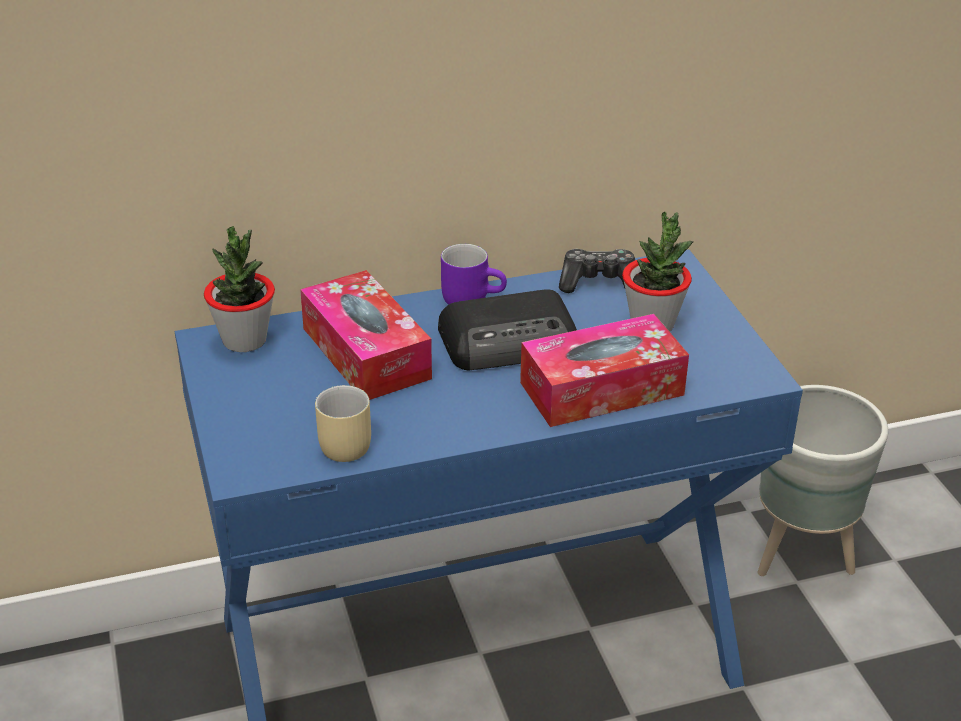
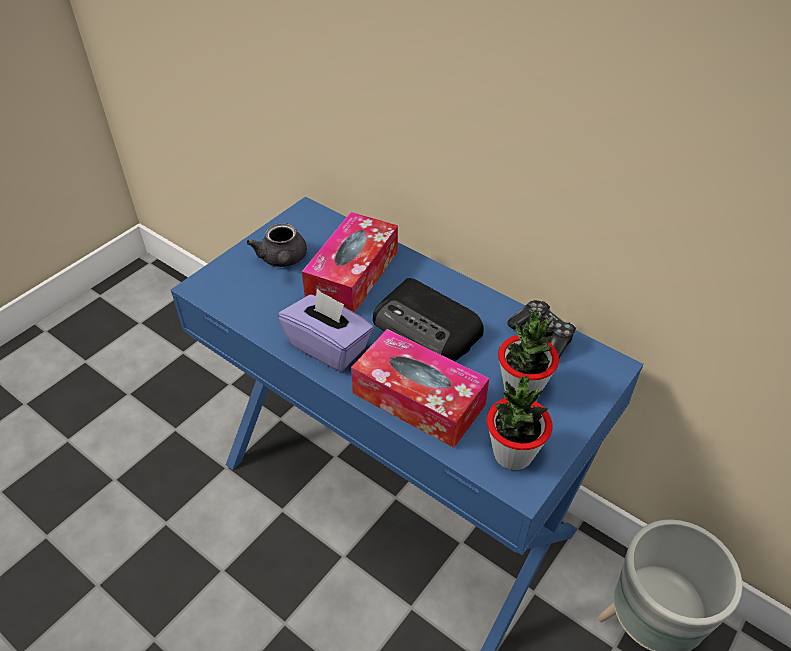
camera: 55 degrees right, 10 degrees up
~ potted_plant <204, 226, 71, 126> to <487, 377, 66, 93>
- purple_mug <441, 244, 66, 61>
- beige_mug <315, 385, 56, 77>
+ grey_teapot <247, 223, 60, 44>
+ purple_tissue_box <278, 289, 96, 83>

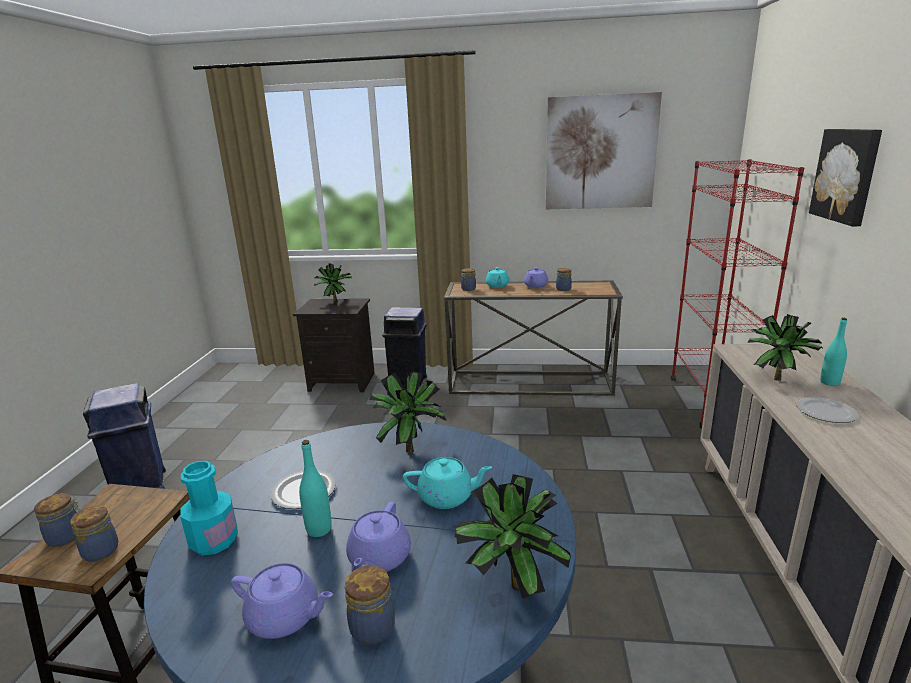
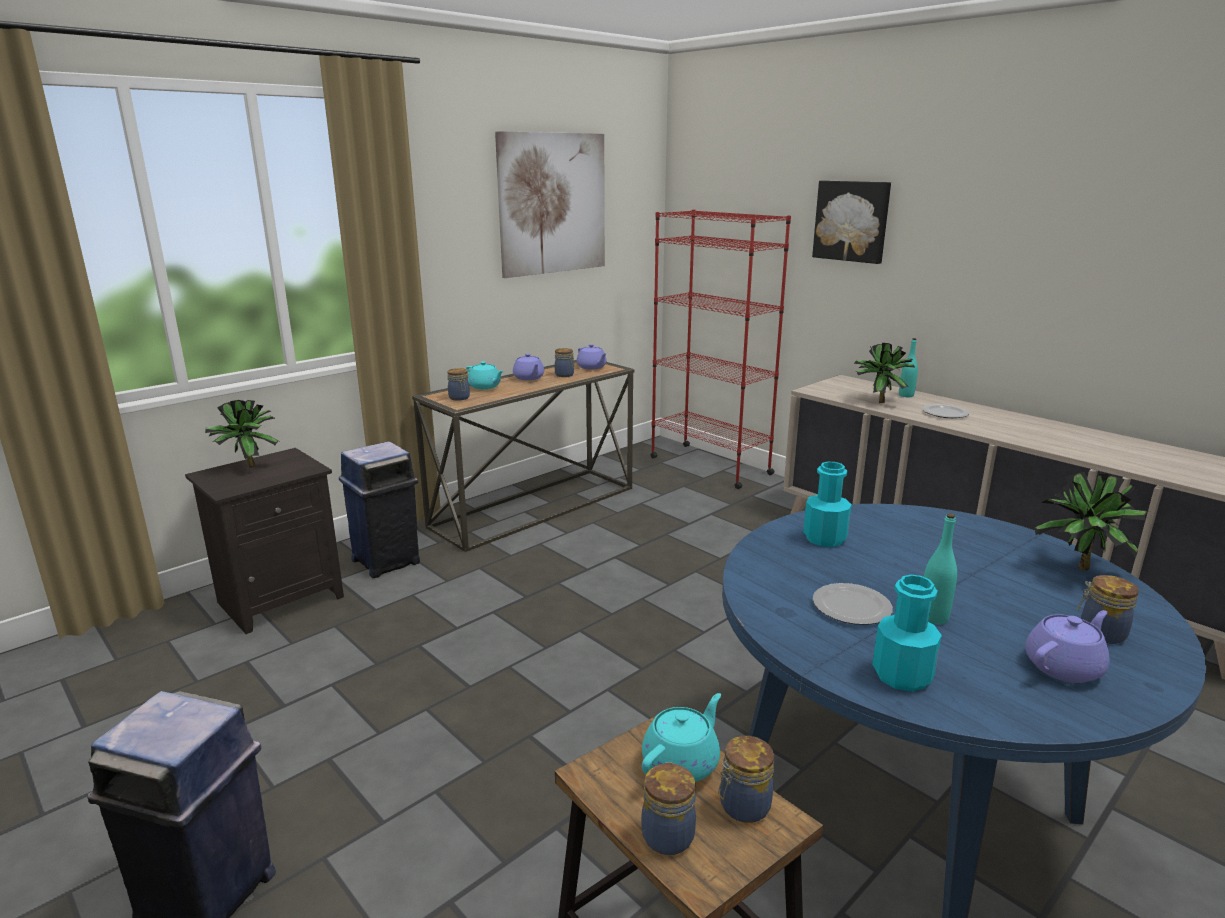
camera: 50 degrees left, 0 degrees up
~ potted_plant <369, 372, 77, 81> to turquoise_bottle <803, 462, 49, 85>
~ turquoise_teapot <403, 457, 89, 52> to <642, 693, 79, 89>
~ purple_teapot <346, 502, 65, 70> to <577, 344, 30, 26>

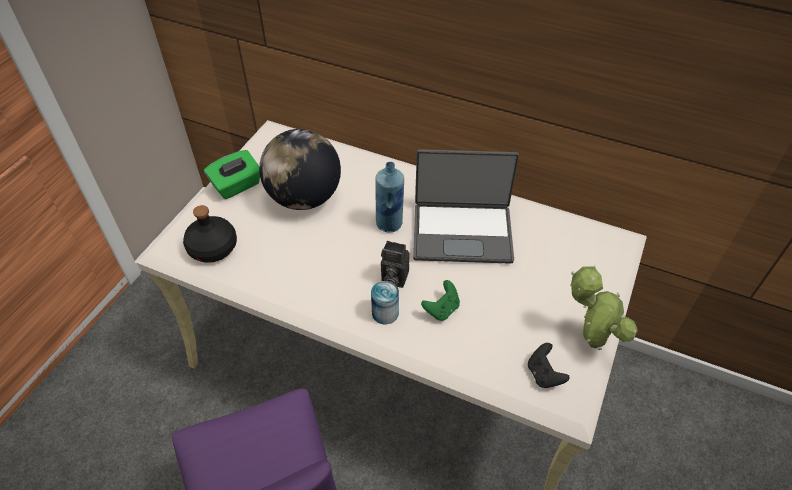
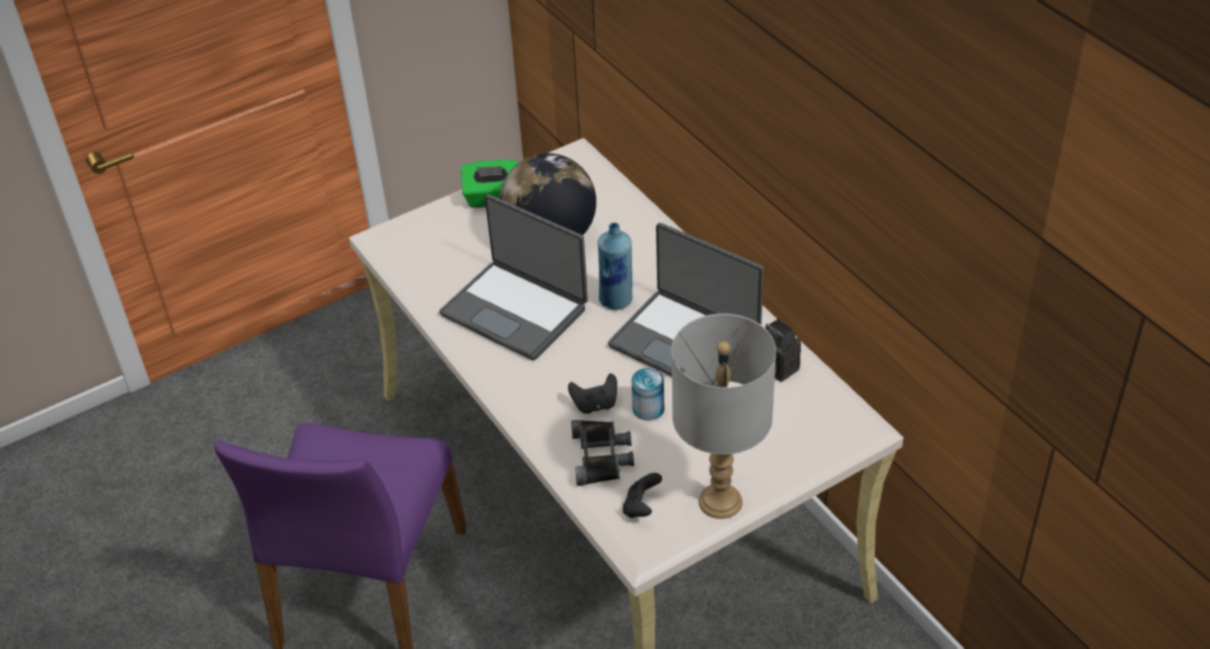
camera: 35 degrees right, 5 degrees down
- black_bottle <183, 205, 54, 58>
~ photo_camera <381, 241, 28, 47> to <765, 318, 36, 64>
~ potted_plant <570, 265, 67, 85> to grey_table_lamp <672, 314, 104, 205>
~ green_game_controller <421, 280, 39, 41> to black_game_controller <568, 373, 49, 41>
~ can <371, 281, 28, 43> to <632, 368, 32, 53>
+ laptop <439, 194, 149, 167>
+ black_binoculars <571, 420, 63, 66>

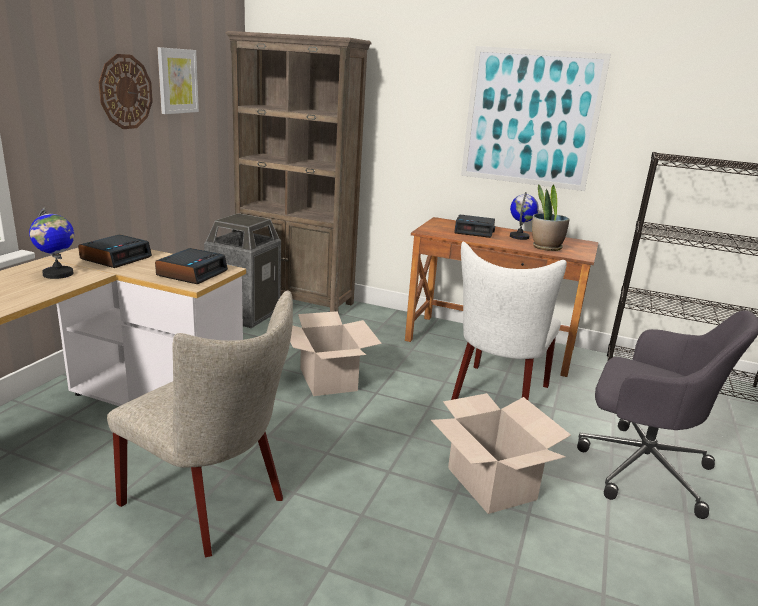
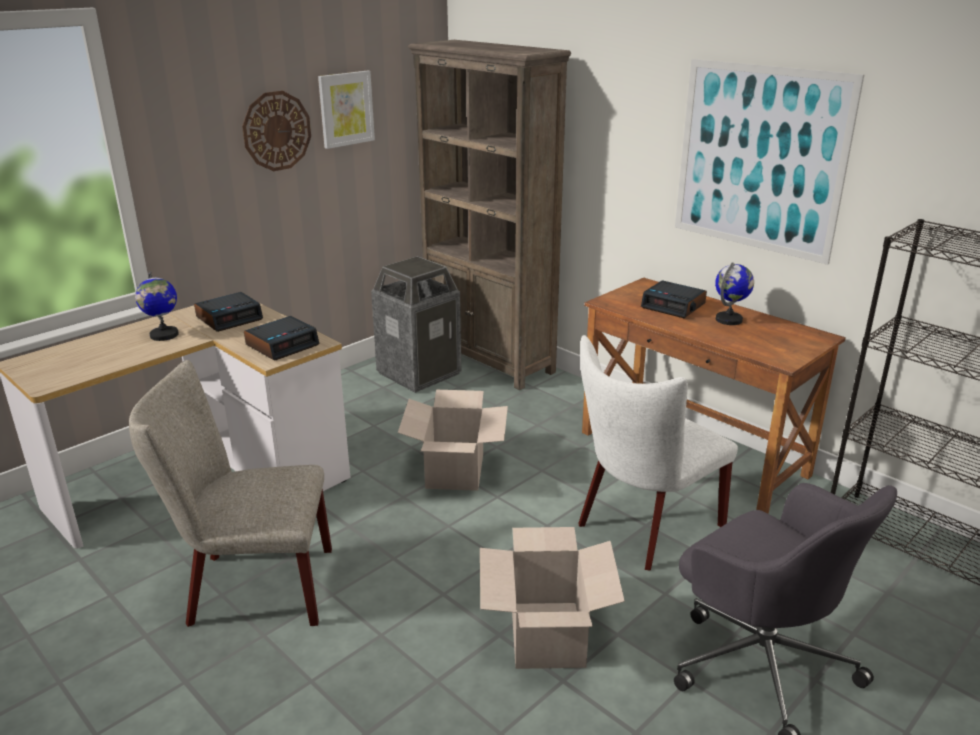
camera: 25 degrees right, 5 degrees up
- potted_plant <532, 184, 38, 67>
~ beige_chair <107, 290, 186, 267> = <129, 360, 203, 267> 120 degrees clockwise

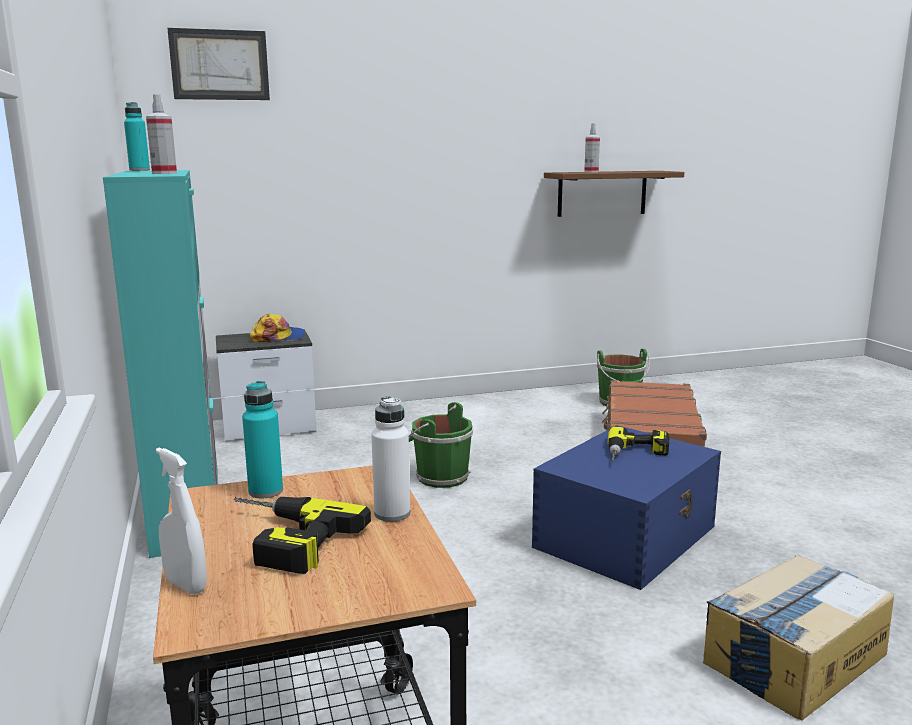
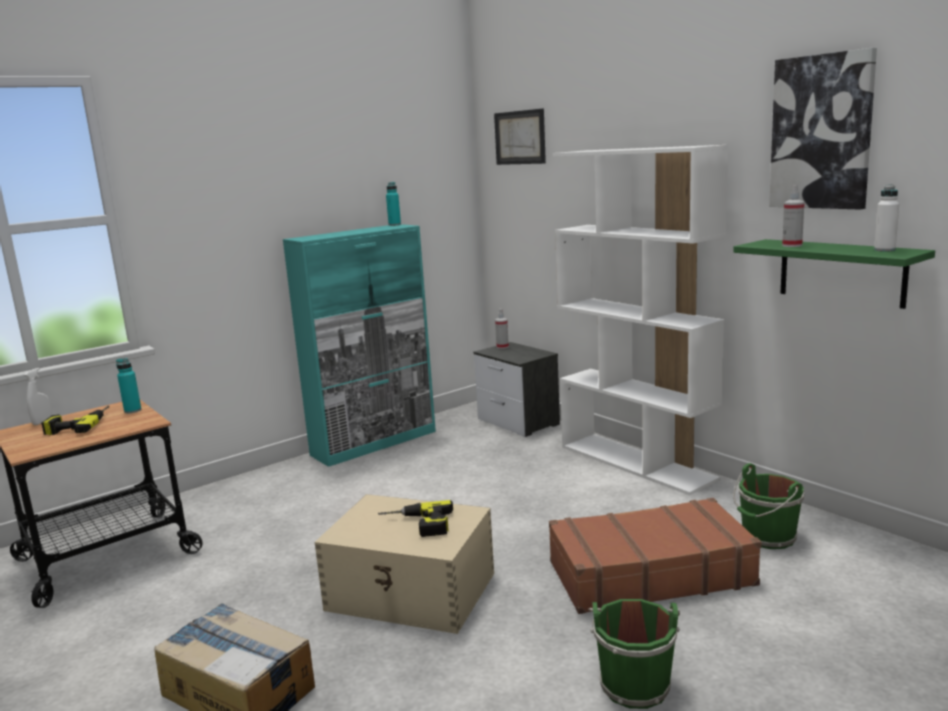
camera: 70 degrees right, 0 degrees up
~ spray_bottle <146, 94, 31, 80> to <495, 309, 14, 40>
~ brown_shelf <544, 171, 140, 46> to green_shelf <733, 239, 202, 70>
- cap <250, 314, 56, 28>
~ white_bottle <371, 396, 39, 126> to <874, 185, 25, 66>
~ green_bucket <409, 402, 64, 86> to <588, 599, 92, 110>
~ blue_storage_box <532, 425, 189, 165> to beige_storage_box <314, 494, 180, 140>
+ picture <769, 48, 108, 162>
+ white_bookcase <553, 145, 176, 350>

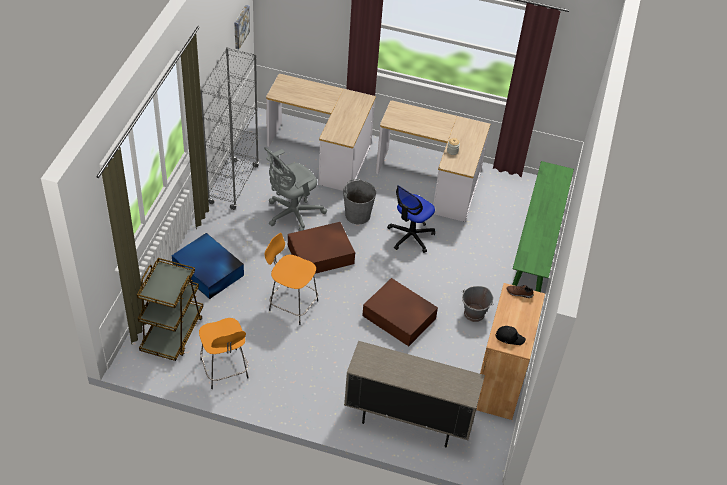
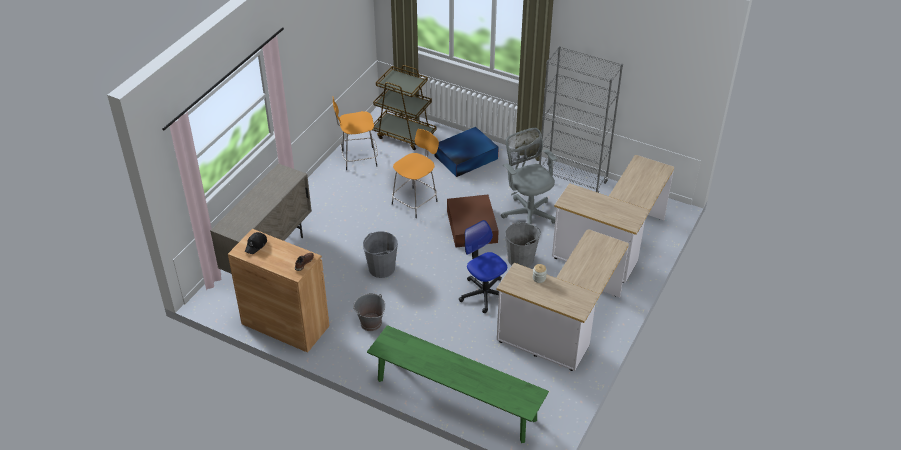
camera: 105 degrees right, 5 degrees down
- picture <234, 5, 16, 44>
~ brown_storage_box <362, 278, 76, 68> to grey_bucket <363, 231, 35, 47>

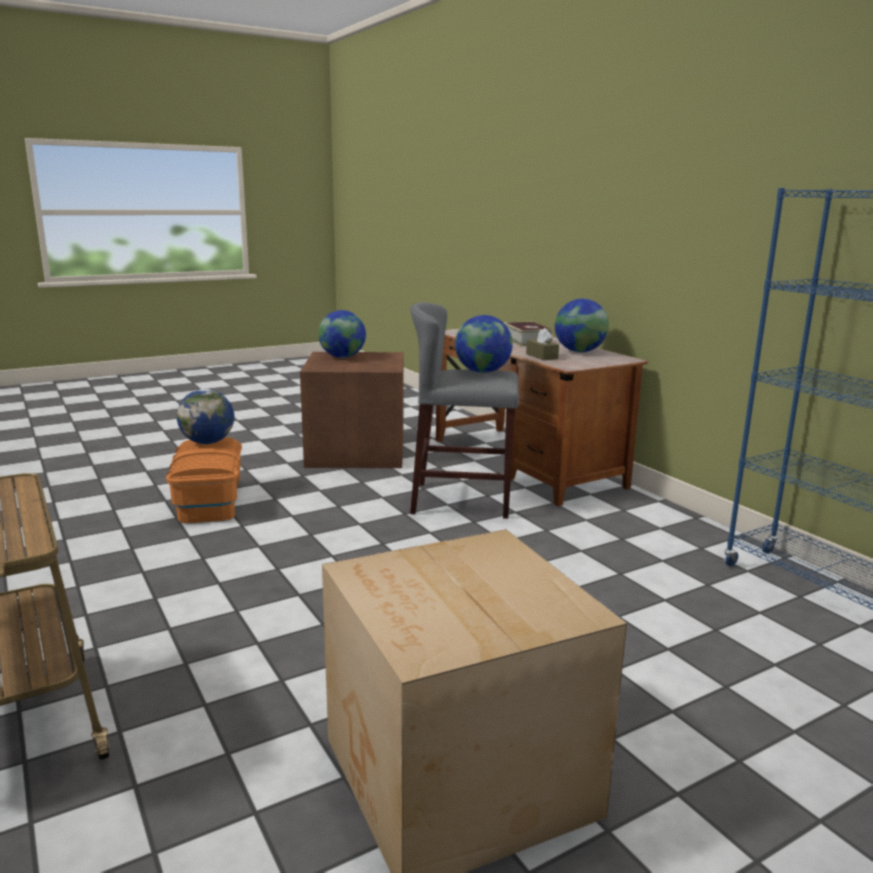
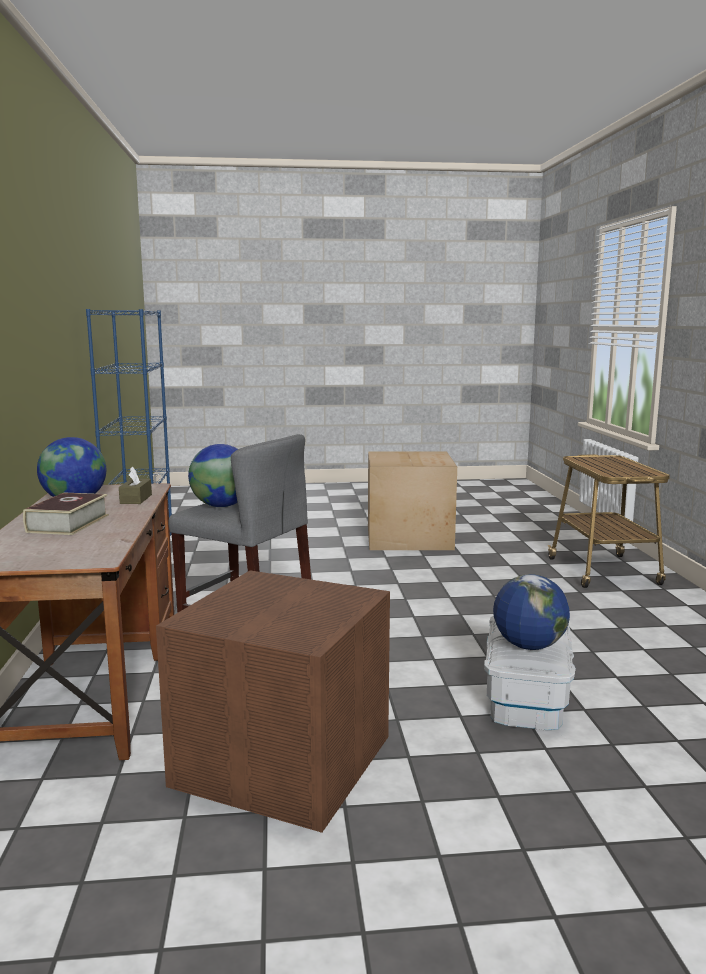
camera: 155 degrees left, 5 degrees down
- globe <318, 310, 48, 48>
~ orange_storage_box <166, 437, 76, 86> to white_storage_box <484, 616, 92, 114>

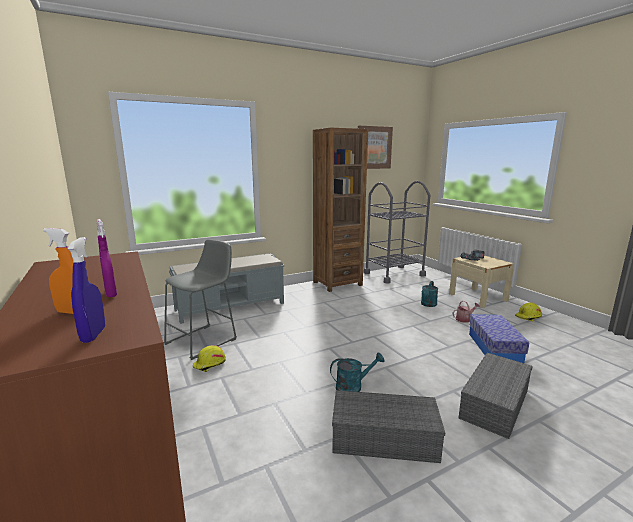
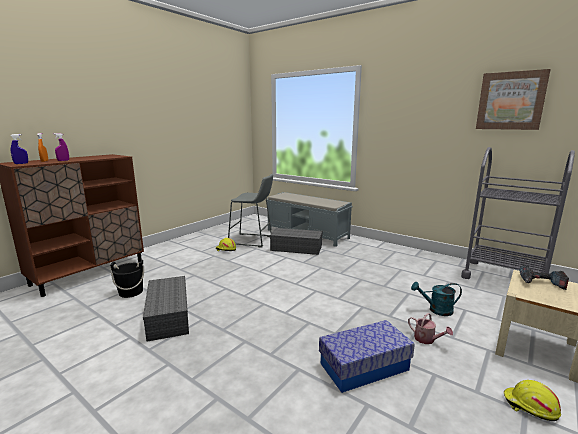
camera: 65 degrees right, 0 degrees up
- brown_bookcase <313, 128, 55, 164>
- turquoise_watering_can <330, 352, 55, 40>
~ grey_storage_box <459, 353, 74, 86> to <270, 228, 53, 27>
+ black_bucket <110, 260, 34, 38>

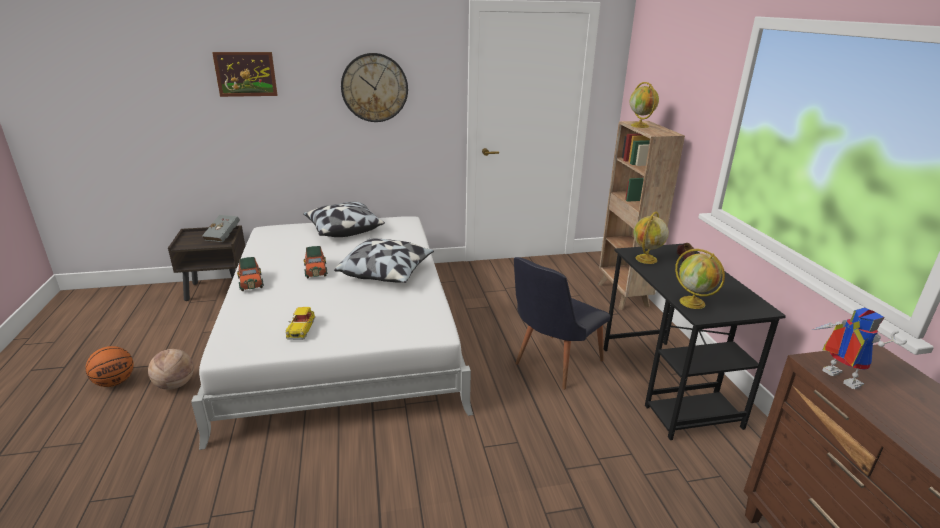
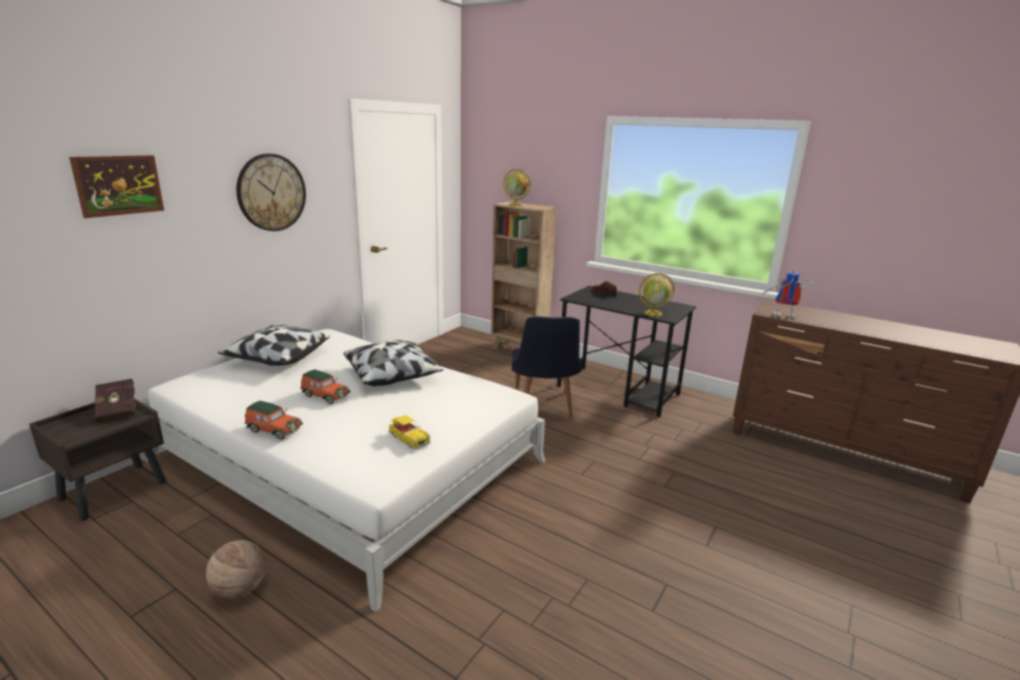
camera: 45 degrees left, 5 degrees down
- globe <633, 211, 36, 53>
~ grey_book <202, 215, 38, 27> to red_book <95, 379, 41, 44>
- basketball <86, 346, 48, 41>

